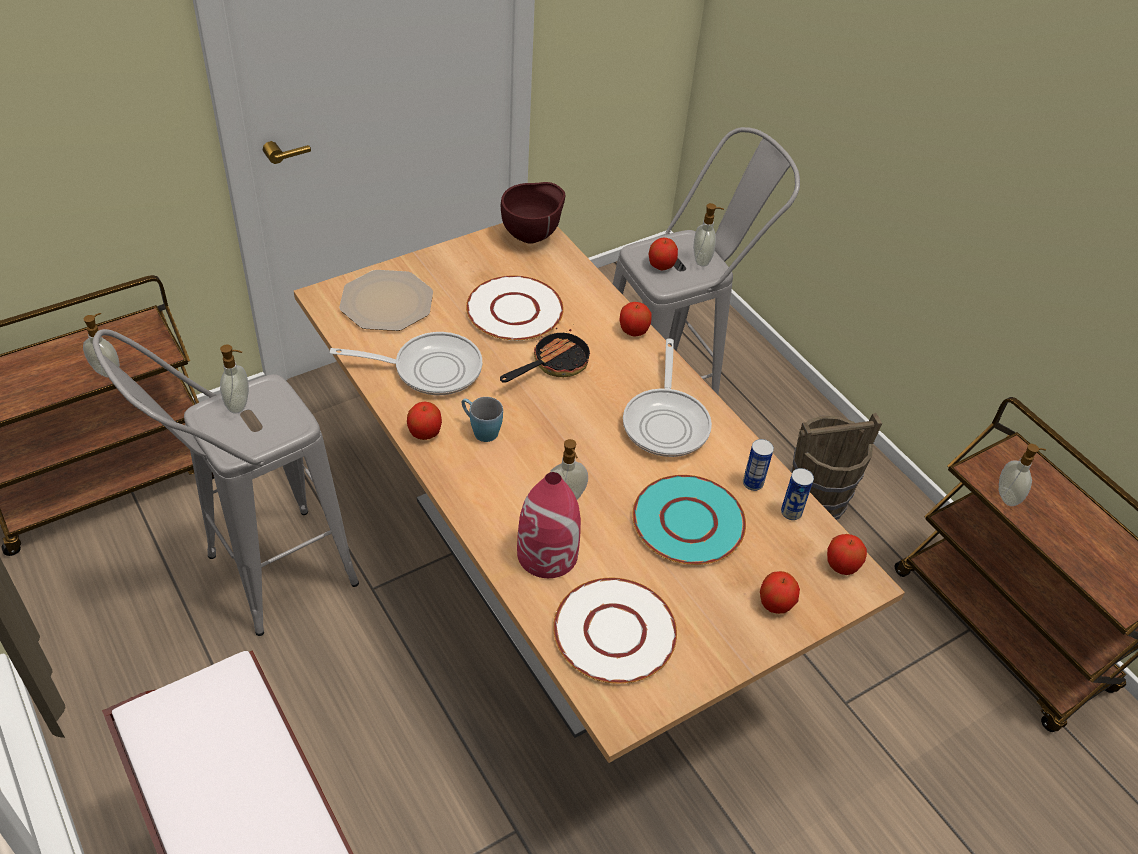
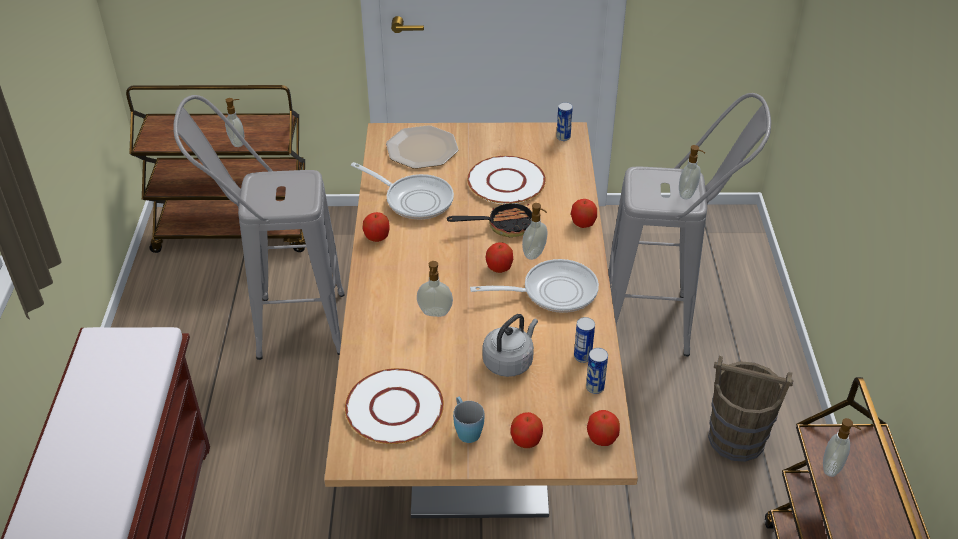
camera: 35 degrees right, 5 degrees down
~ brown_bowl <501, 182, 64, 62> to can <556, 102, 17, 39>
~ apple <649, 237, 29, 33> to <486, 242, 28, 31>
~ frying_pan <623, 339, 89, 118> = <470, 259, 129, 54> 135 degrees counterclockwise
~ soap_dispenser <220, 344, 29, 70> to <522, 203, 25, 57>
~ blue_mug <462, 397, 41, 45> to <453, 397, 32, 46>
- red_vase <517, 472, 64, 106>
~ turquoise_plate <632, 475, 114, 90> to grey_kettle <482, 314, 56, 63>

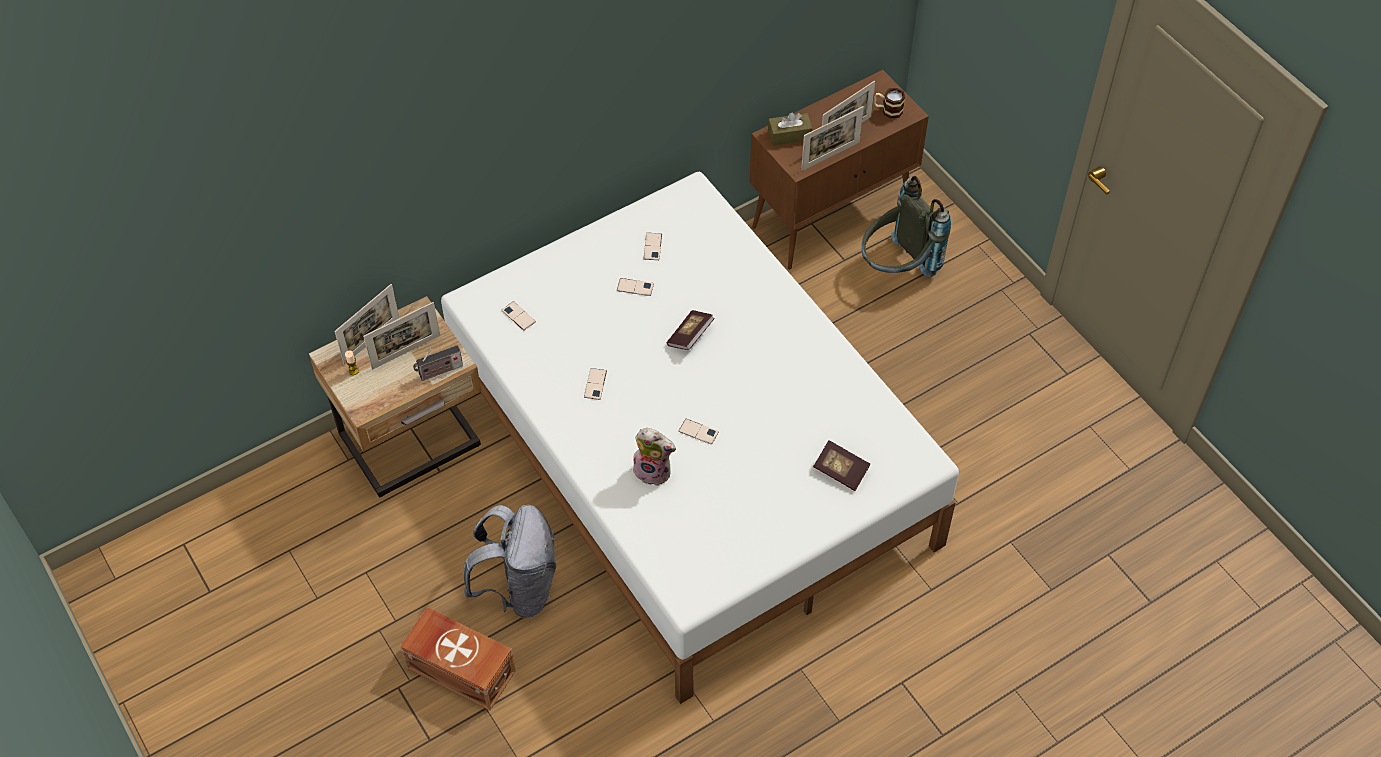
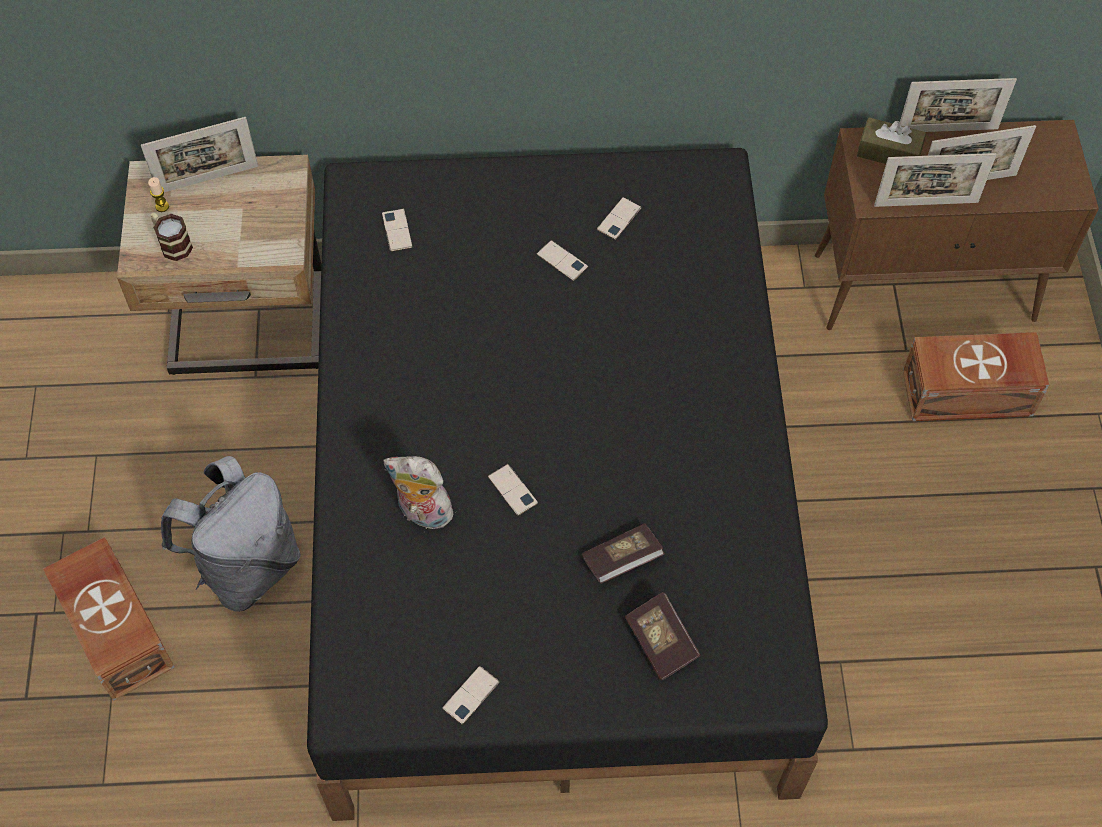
camera: 30 degrees right, 5 degrees up
~ mug <874, 88, 31, 31> to <150, 212, 43, 49>
~ white_bed <441, 172, 518, 532> to black_bed <307, 148, 521, 673>
~ grey_backpack <862, 176, 89, 101> to brown_storage_box <903, 332, 147, 89>
~ picture_frame <363, 302, 77, 68> to <900, 78, 117, 54>
~ book <667, 310, 48, 40> to <582, 524, 83, 60>
- radio <413, 345, 50, 36>
~ phone <584, 368, 23, 32> to <442, 666, 58, 58>
~ plush_toy <633, 428, 43, 58> = <383, 456, 73, 73> 150 degrees clockwise

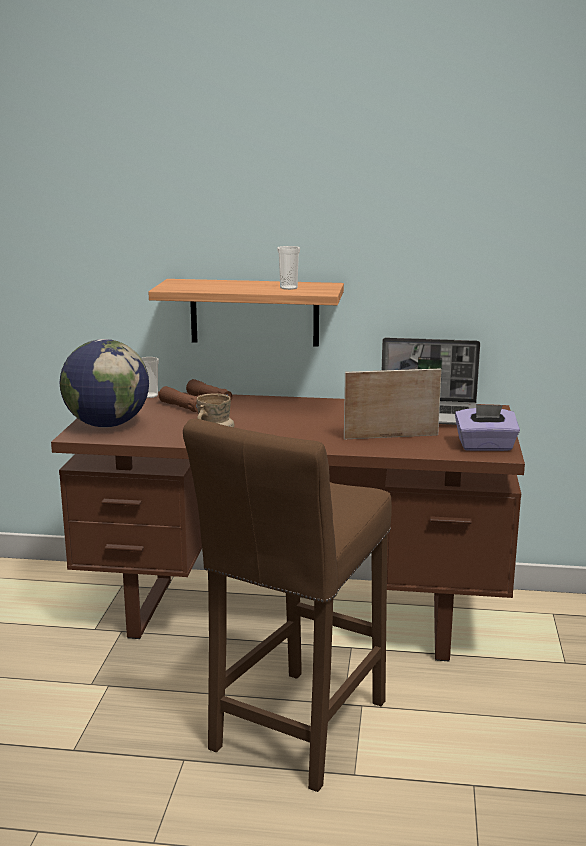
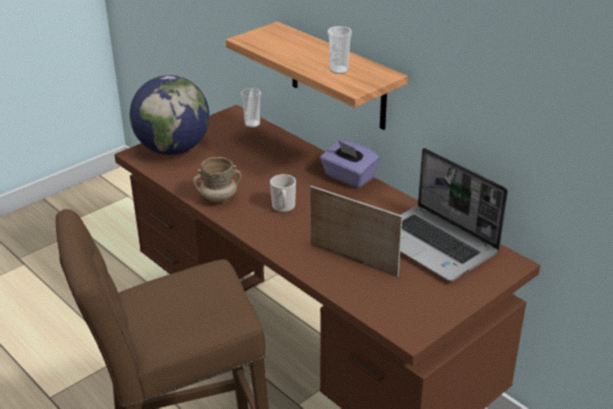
camera: 40 degrees right, 15 degrees up
- brown_binoculars <159, 379, 74, 33>
~ purple_tissue_box <455, 404, 65, 47> to <320, 140, 60, 48>
+ mug <270, 174, 26, 38>

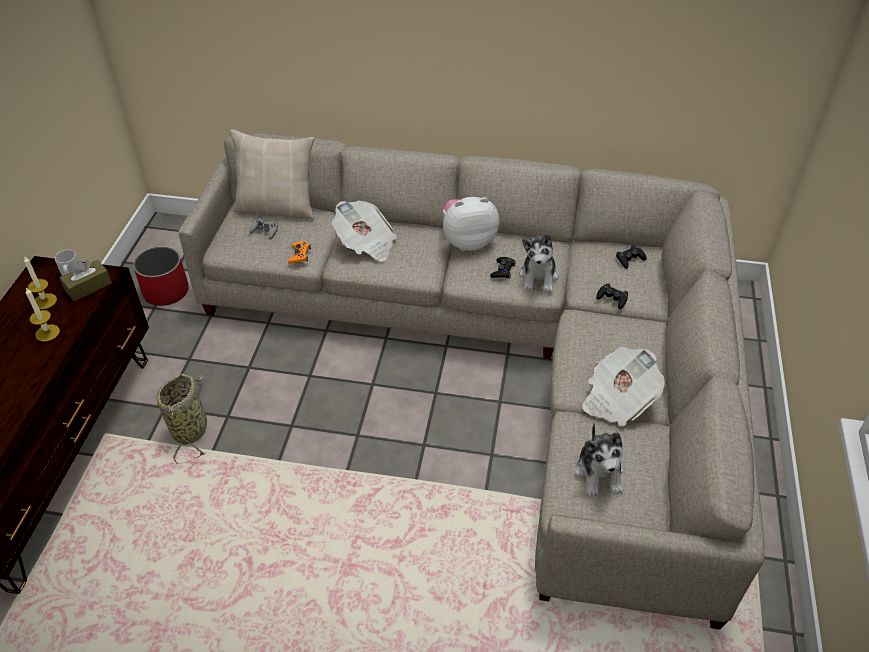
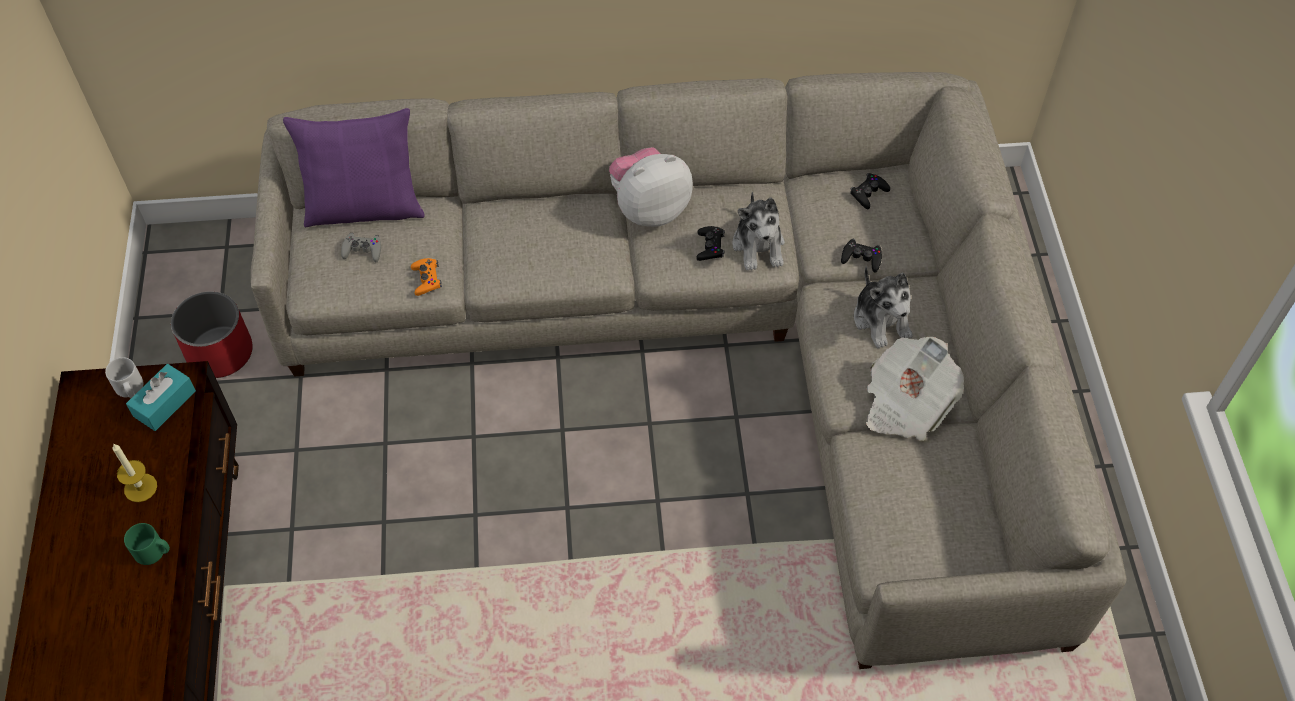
camera: 15 degrees left, 10 degrees up
~ beige_pillow <230, 129, 84, 91> to purple_pillow <283, 108, 142, 119>
- newspaper <332, 201, 65, 61>
- candle <24, 257, 33, 52>
~ brown_tissue_box <60, 260, 52, 41> to turquoise_tissue_box <126, 364, 70, 67>
- basket <157, 373, 50, 91>
~ plush_toy <575, 423, 48, 74> to <854, 266, 59, 83>
+ green_mug <124, 523, 46, 42>

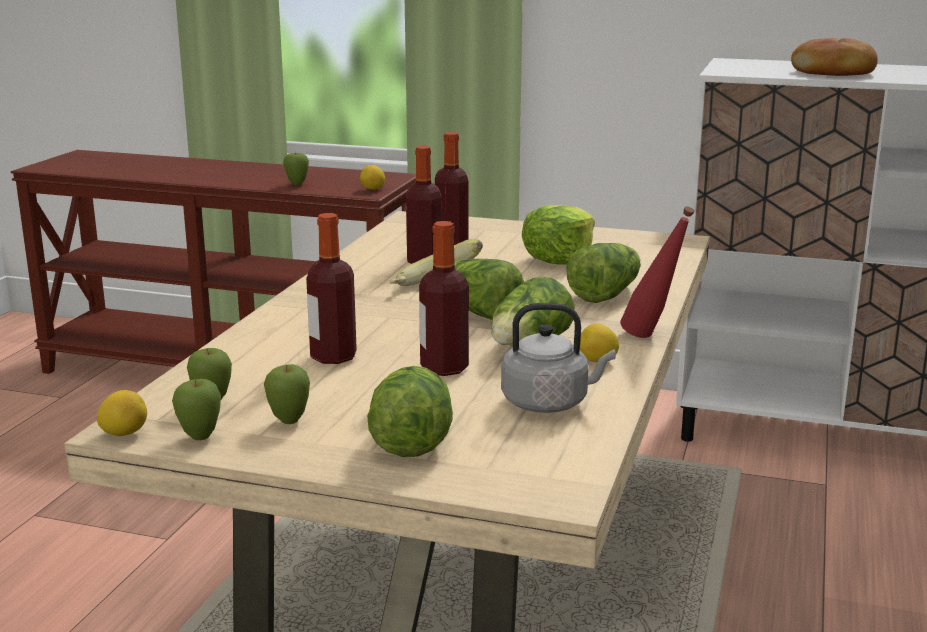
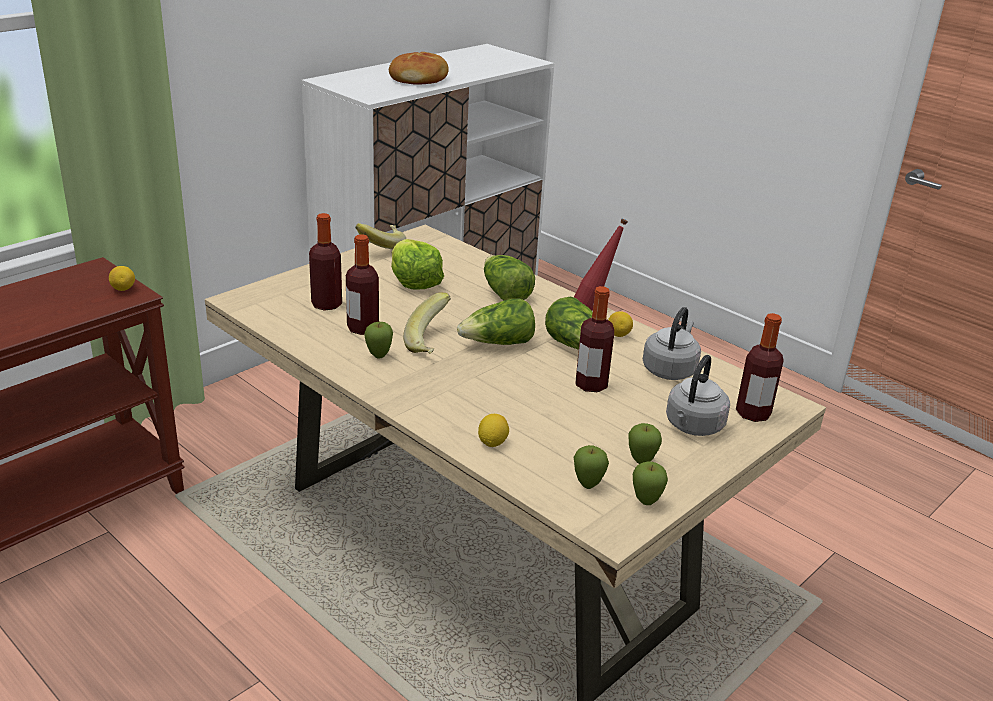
camera: 65 degrees left, 10 degrees up
~ apple <283, 152, 26, 33> to <364, 322, 29, 36>
~ bottle <306, 213, 51, 151> to <736, 313, 48, 109>
~ lettuce <367, 366, 86, 91> to grey_kettle <666, 355, 64, 81>
~ lemon <97, 390, 50, 46> to <478, 414, 31, 33>
+ banana <355, 223, 51, 26>

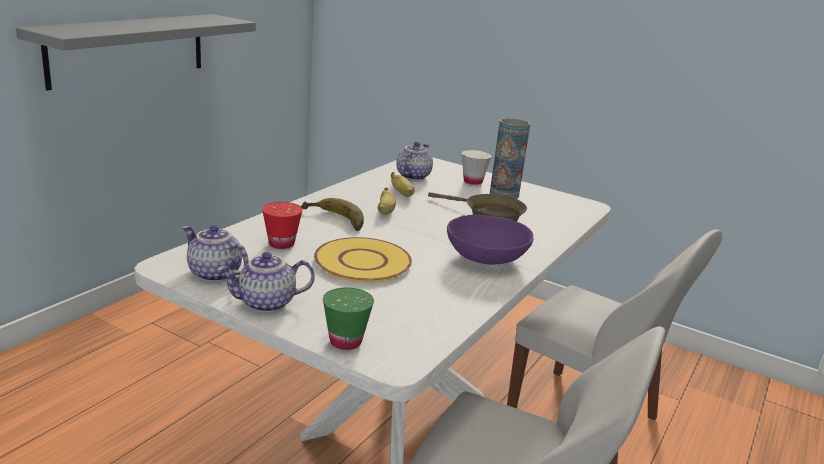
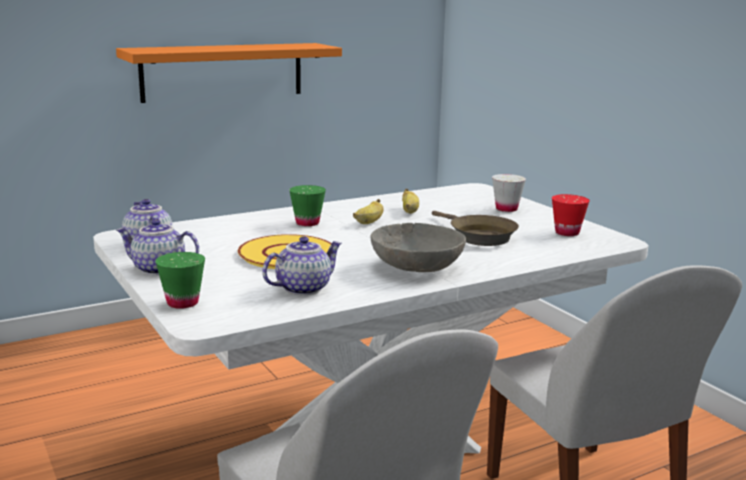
camera: 30 degrees right, 5 degrees down
~ grey_shelf <16, 14, 240, 77> to orange_shelf <116, 43, 226, 60>
- vase <490, 118, 41, 81>
~ teapot <396, 142, 37, 38> to <262, 236, 80, 59>
~ banana <301, 198, 63, 33> to green_cup <289, 185, 37, 41>
~ red_cup <262, 202, 41, 47> to <552, 194, 38, 42>
~ purple_bowl <447, 215, 87, 50> to grey_bowl <370, 223, 96, 49>

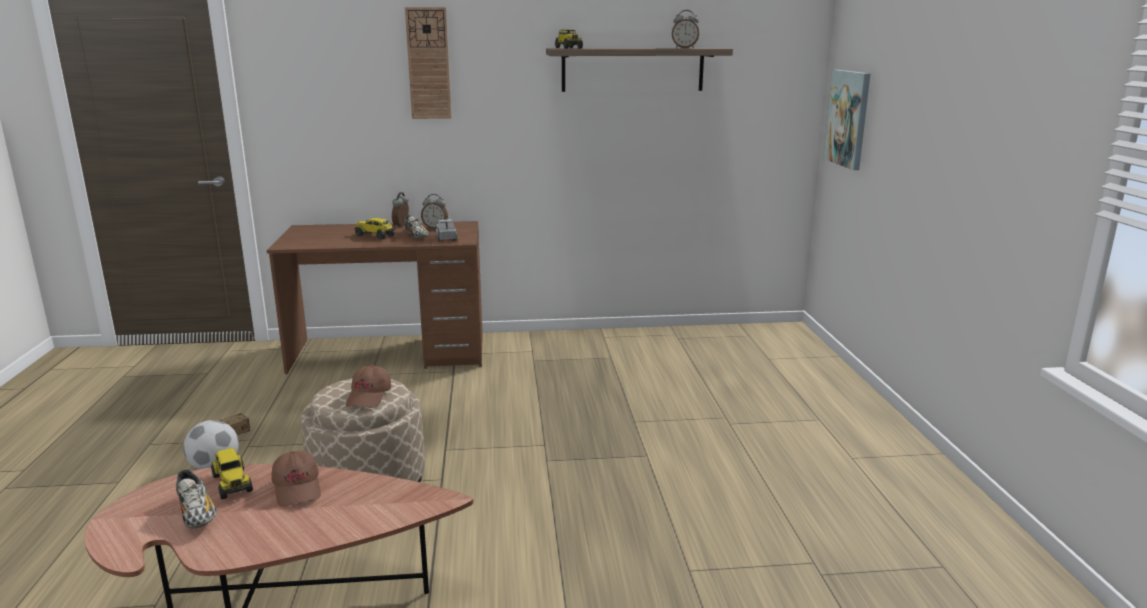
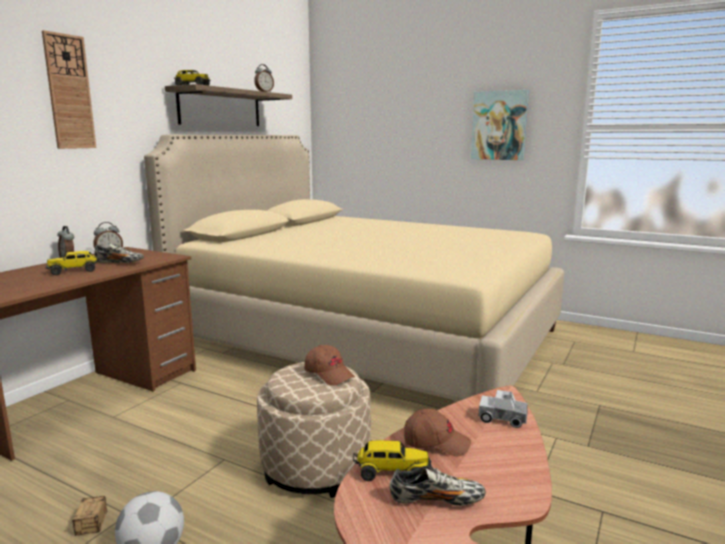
camera: 55 degrees left, 5 degrees down
~ picture <823, 70, 48, 100> to <471, 90, 58, 70>
~ toy_truck <436, 219, 22, 22> to <479, 390, 48, 38>
+ beige_bed <144, 135, 420, 266>

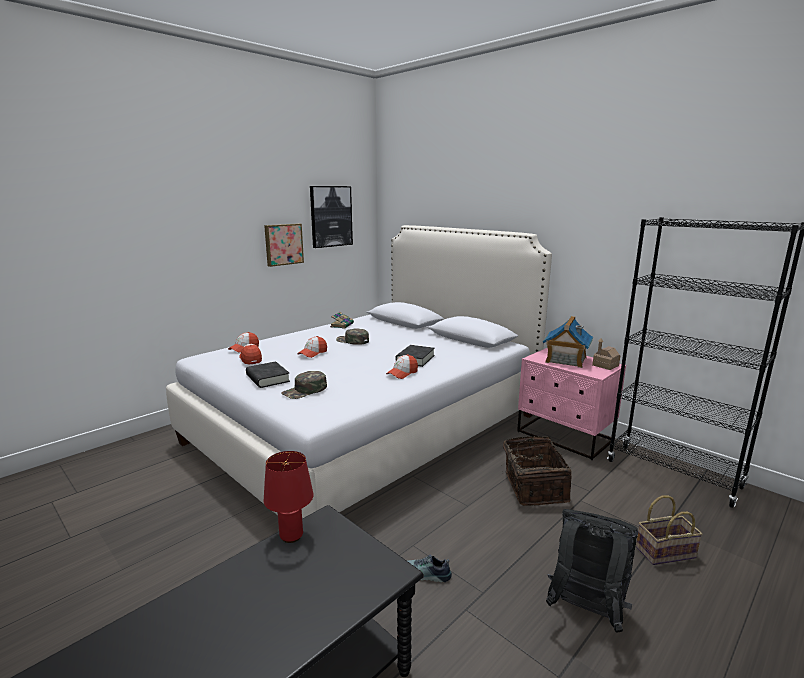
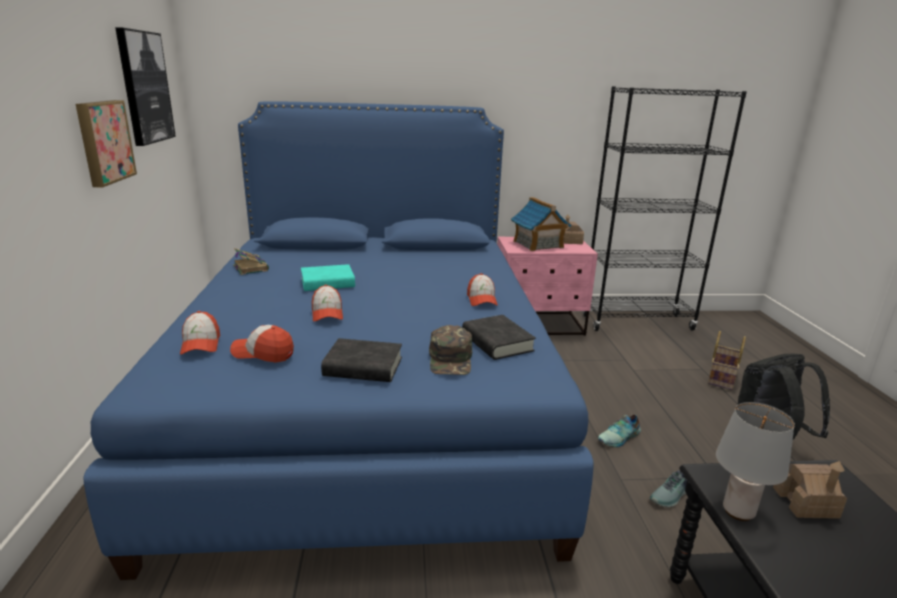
camera: 50 degrees left, 5 degrees up
~ white_bed <166, 225, 386, 294> to blue_bed <83, 101, 511, 479>
~ green_cap <336, 328, 33, 17> to turquoise_book <301, 264, 54, 27>
~ black_book <396, 345, 39, 22> to <462, 315, 74, 45>
- basket <501, 436, 71, 70>
~ red_table_lamp <264, 451, 49, 92> to grey_table_lamp <716, 402, 79, 119>
+ shoe <598, 415, 43, 32>
+ toy_house <773, 461, 74, 58>

